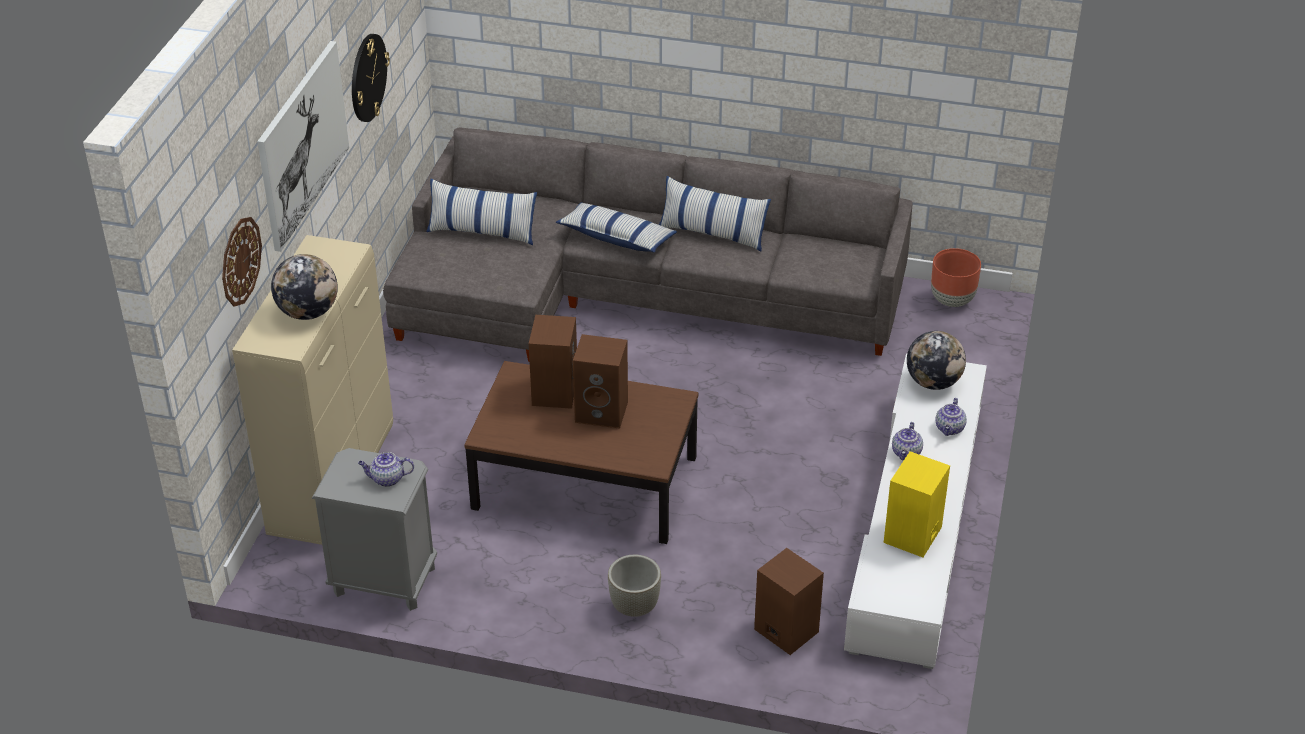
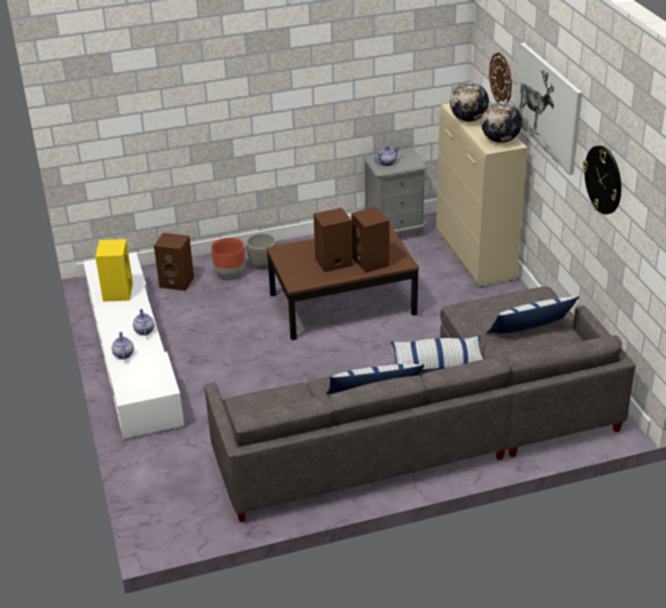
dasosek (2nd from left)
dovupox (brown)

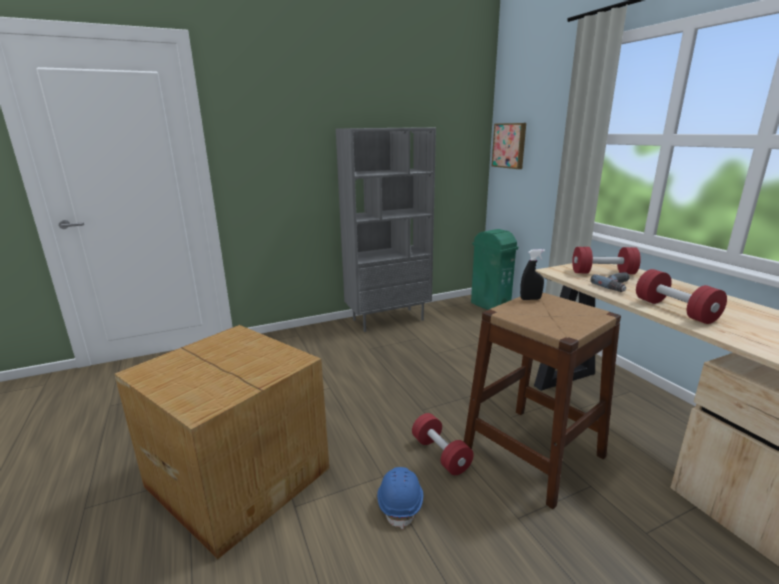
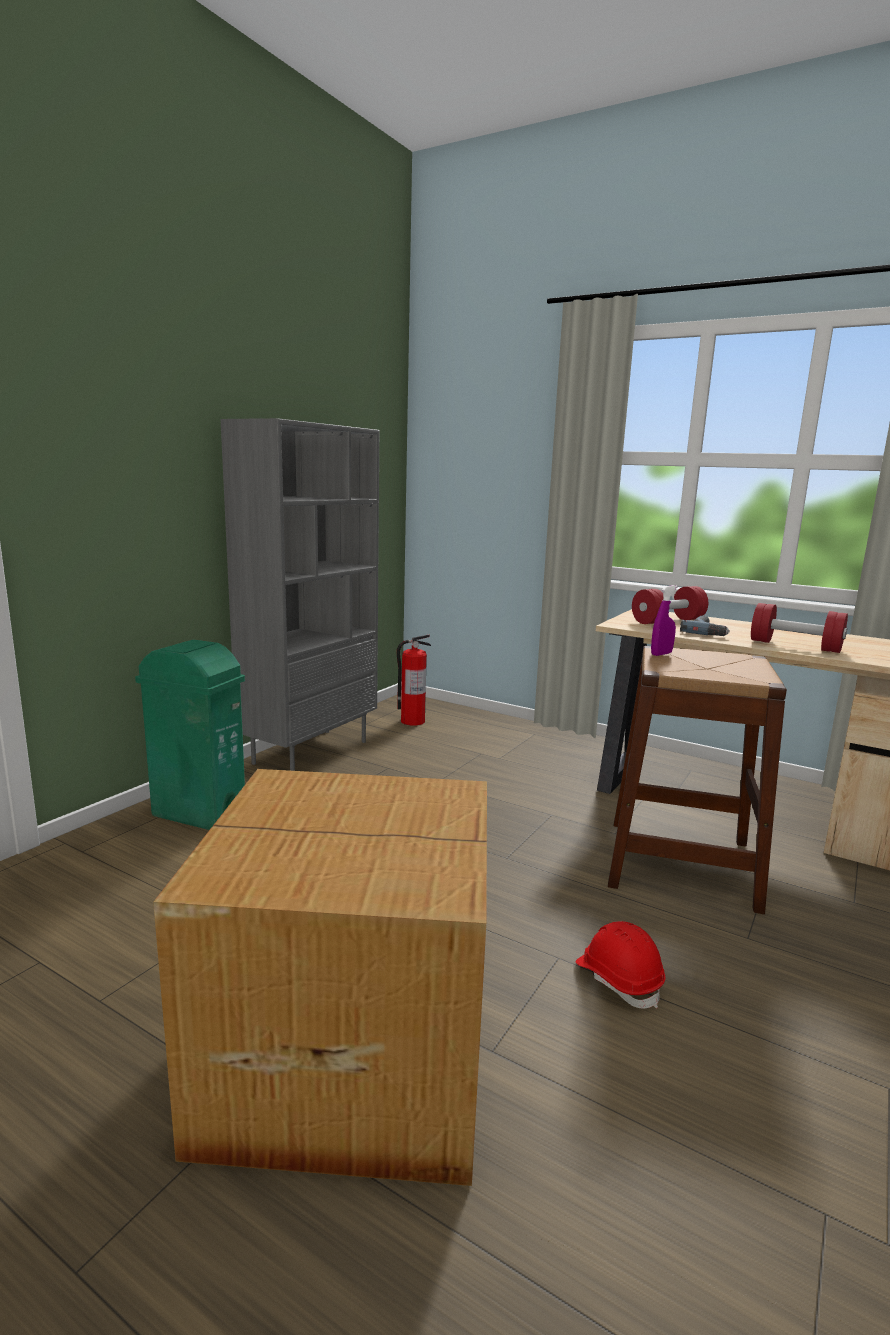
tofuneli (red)
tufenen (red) (1st from left in the first image)
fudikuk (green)
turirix
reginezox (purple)
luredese

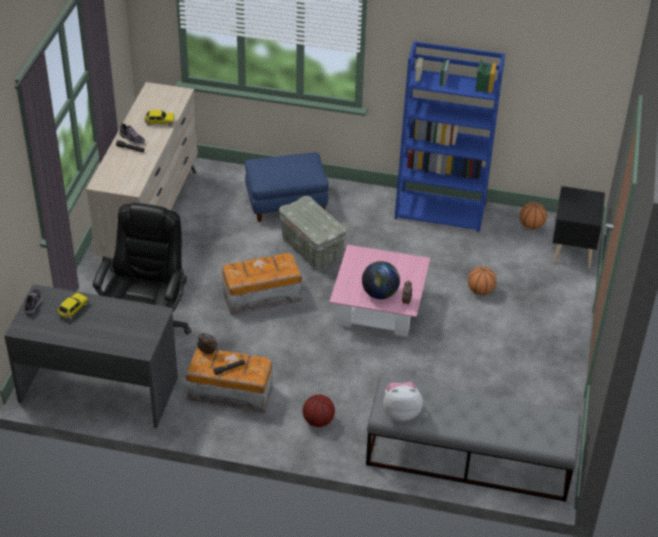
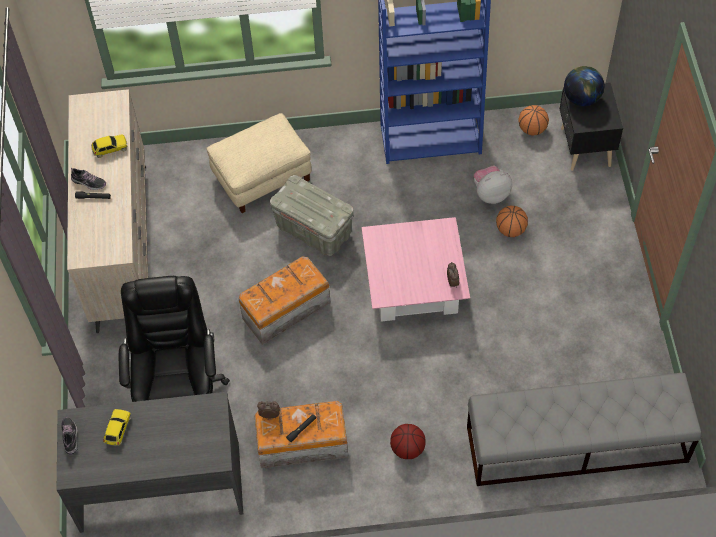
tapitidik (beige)
dasosek
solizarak

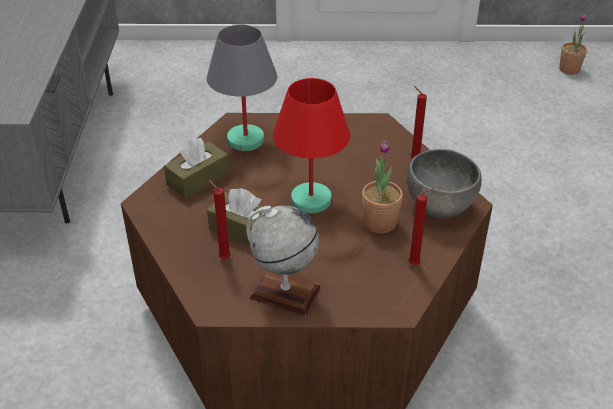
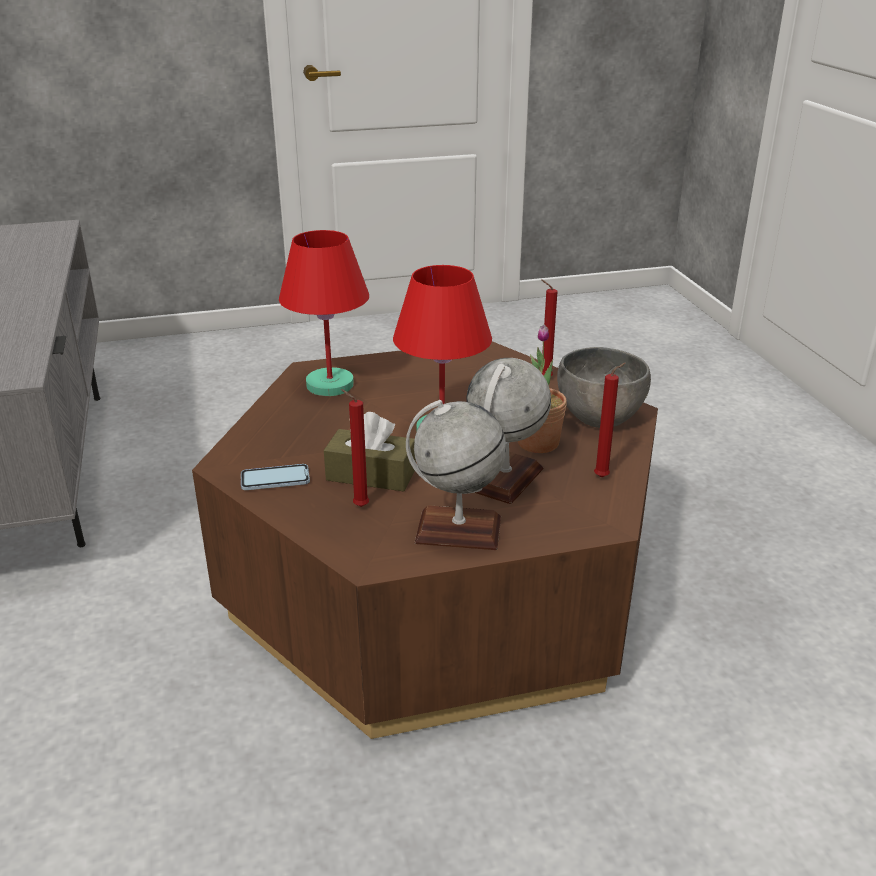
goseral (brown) (1st from left in the first image)
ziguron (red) (1st from left)
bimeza (2nd from left in the first image)
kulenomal
dasosek (2nd from left)

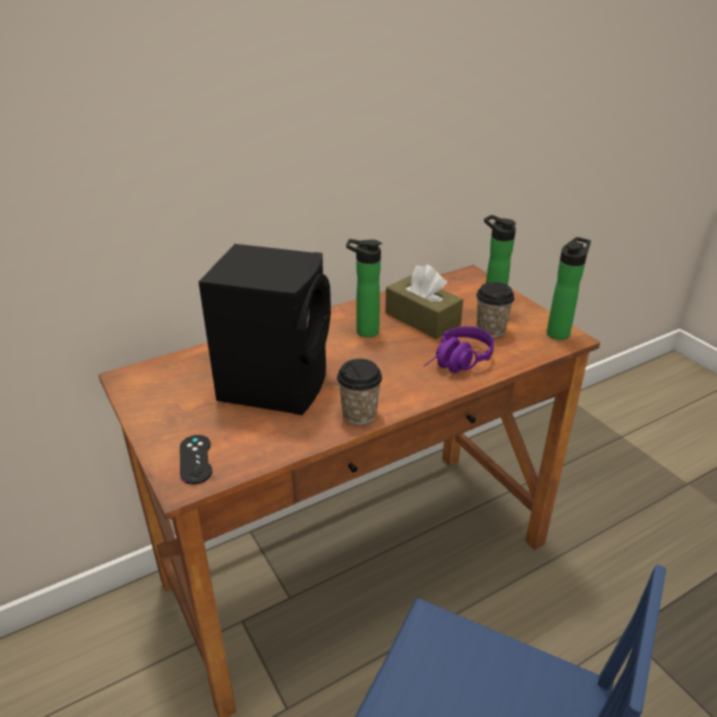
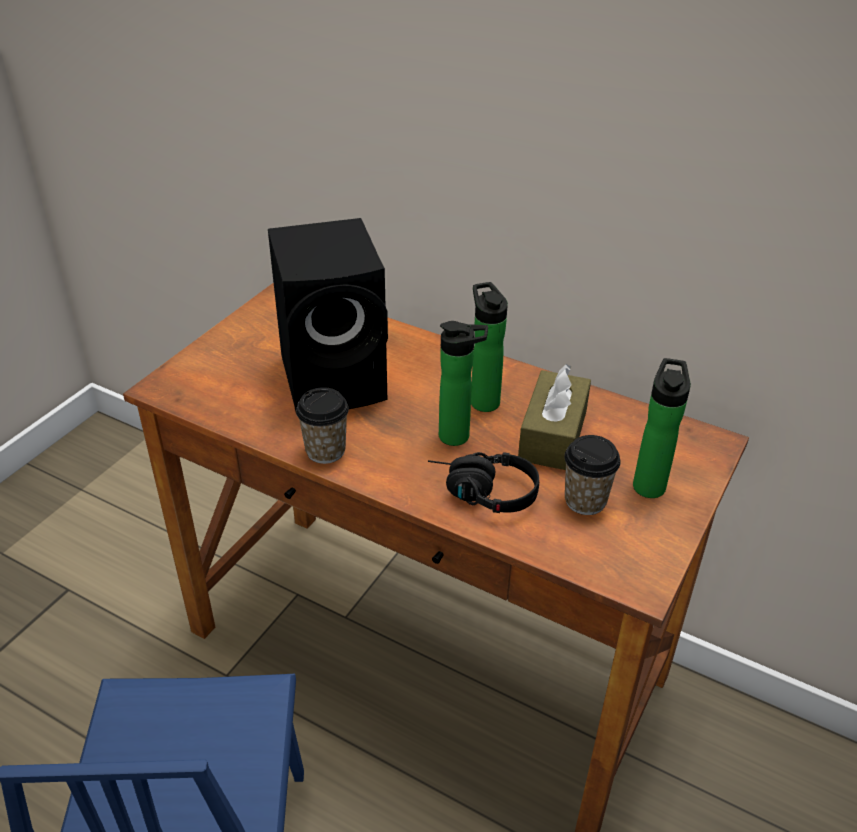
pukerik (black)
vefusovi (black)
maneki (1st from left)

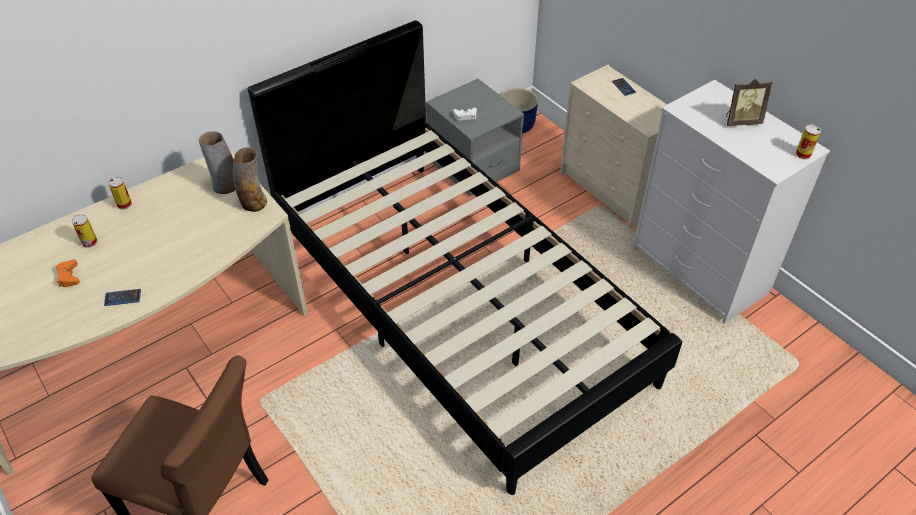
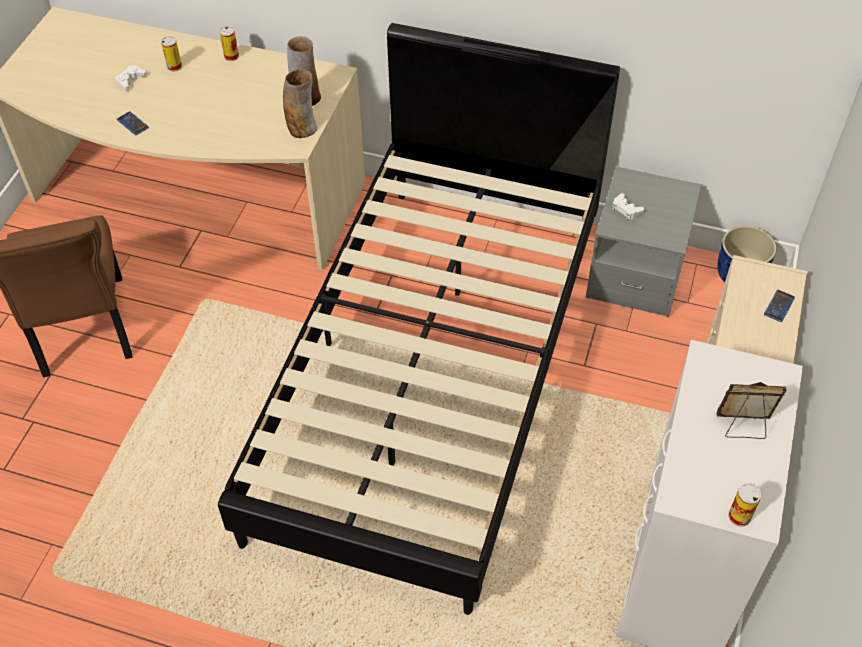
pukerik (white) (1st from left)
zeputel

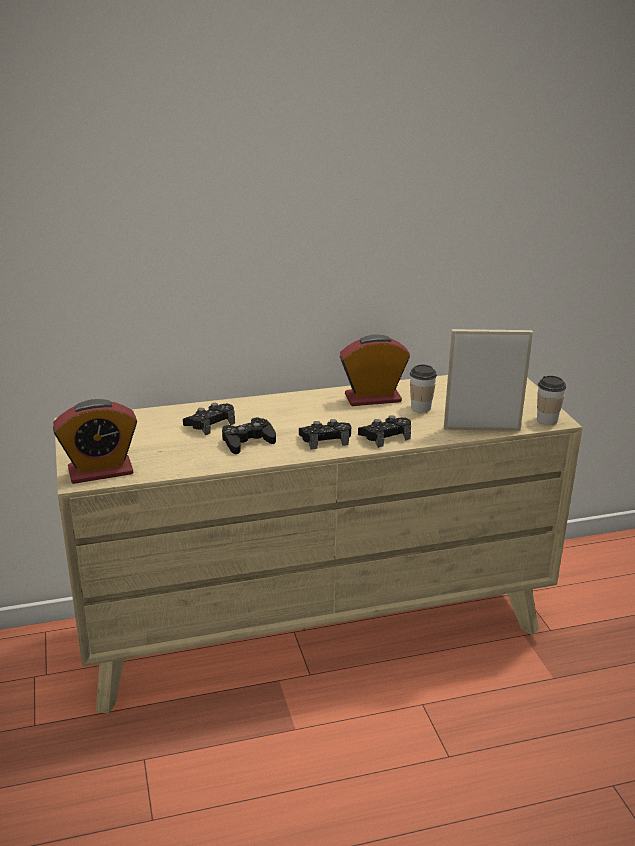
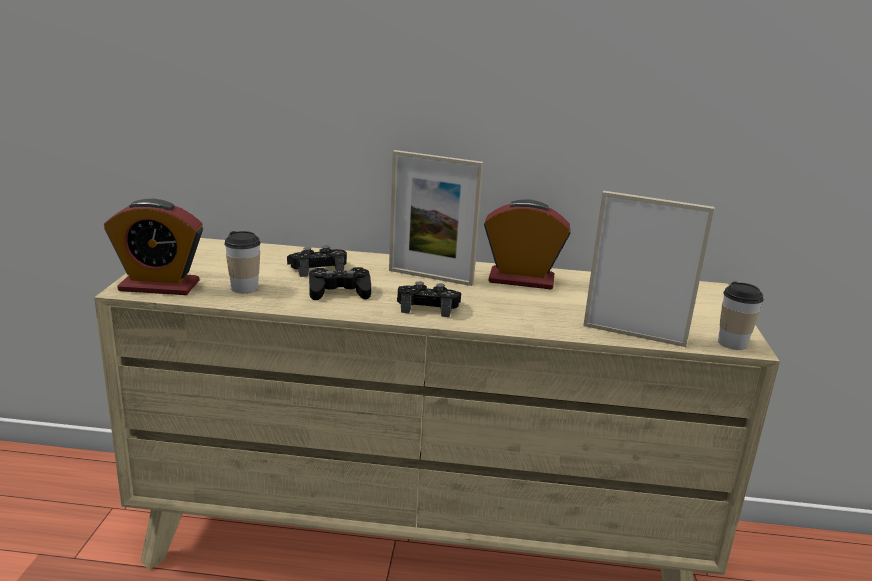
pukerik (black) (4th from left in the first image)
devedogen (1st from left)
zeputel (1st from left)

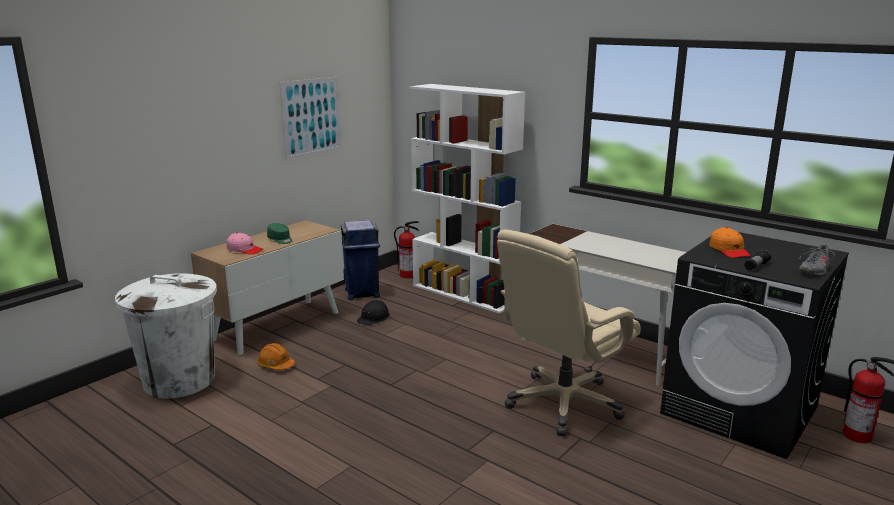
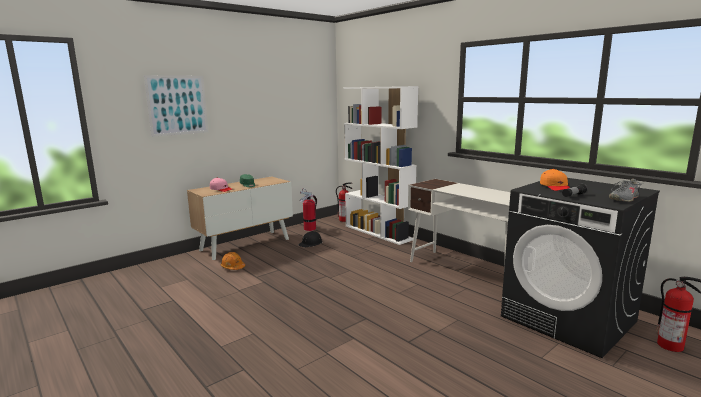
fudikuk (white)
turirix
luredese (1st from left)
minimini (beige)

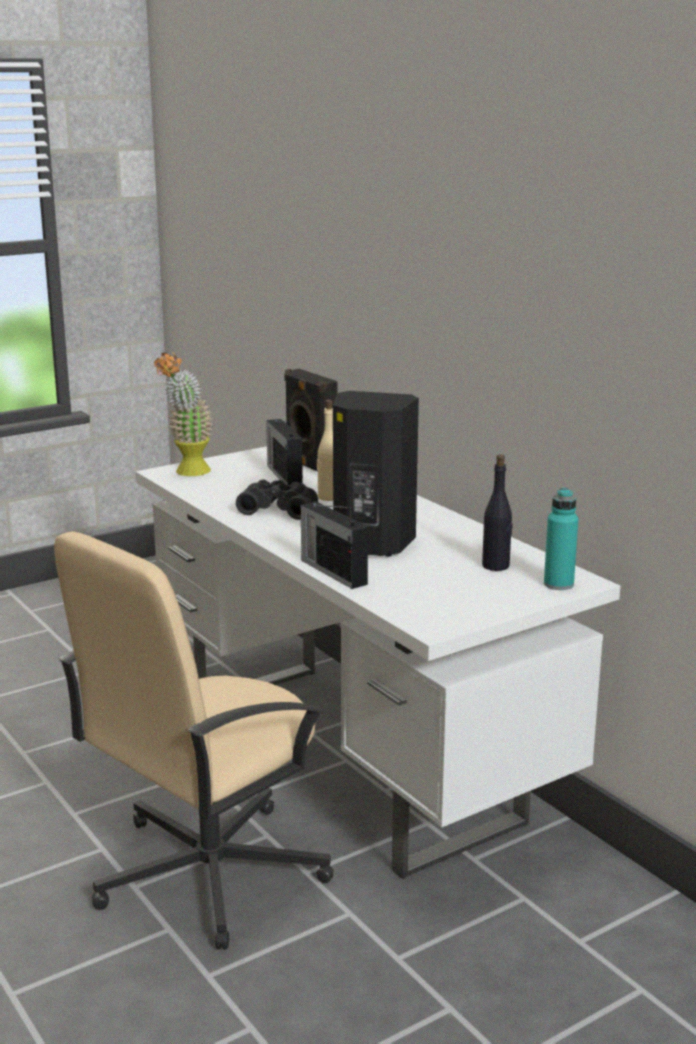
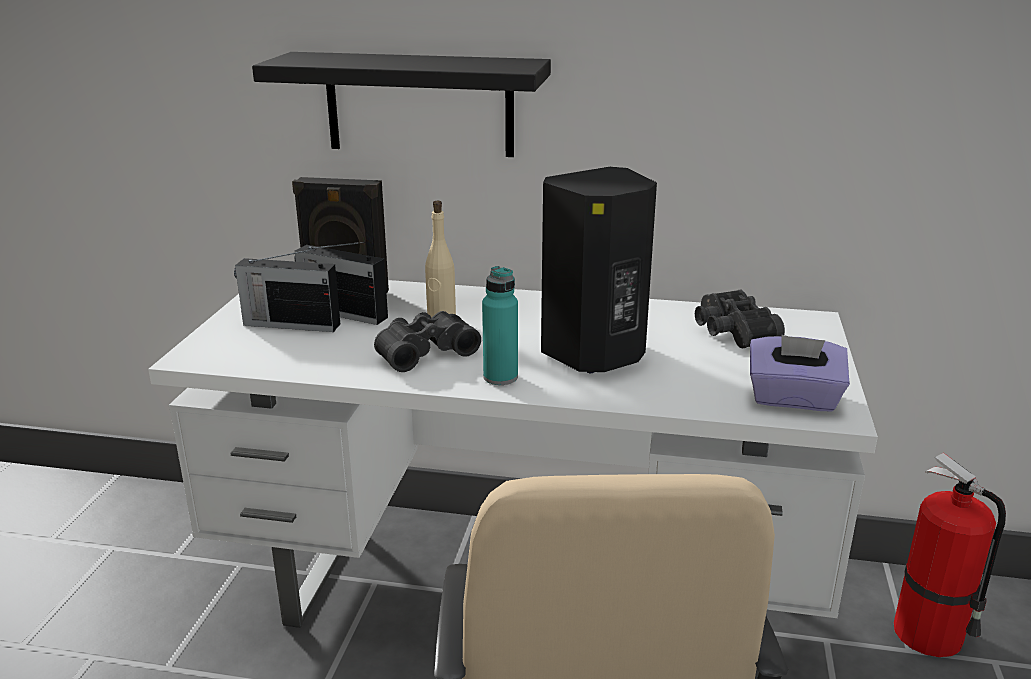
bimeza
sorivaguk (1st from left)
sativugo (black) (2nd from left)
maneki (turquoise)
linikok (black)
goseral (purple)
luredese

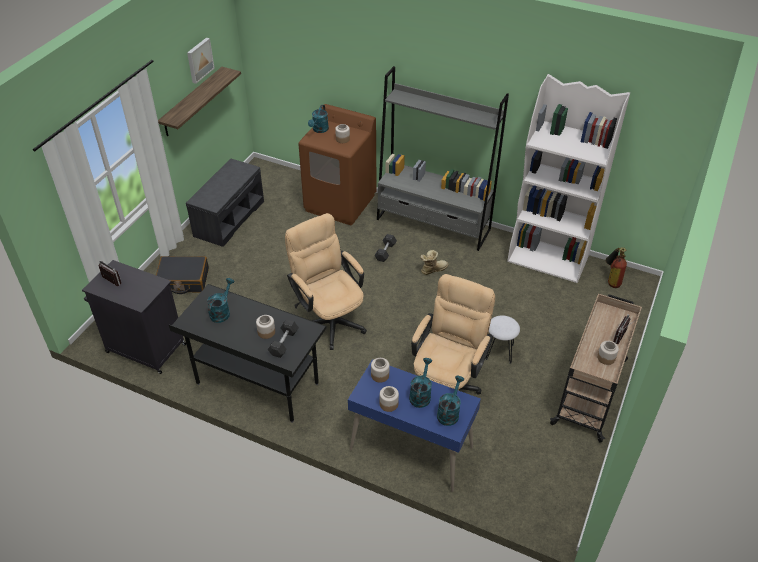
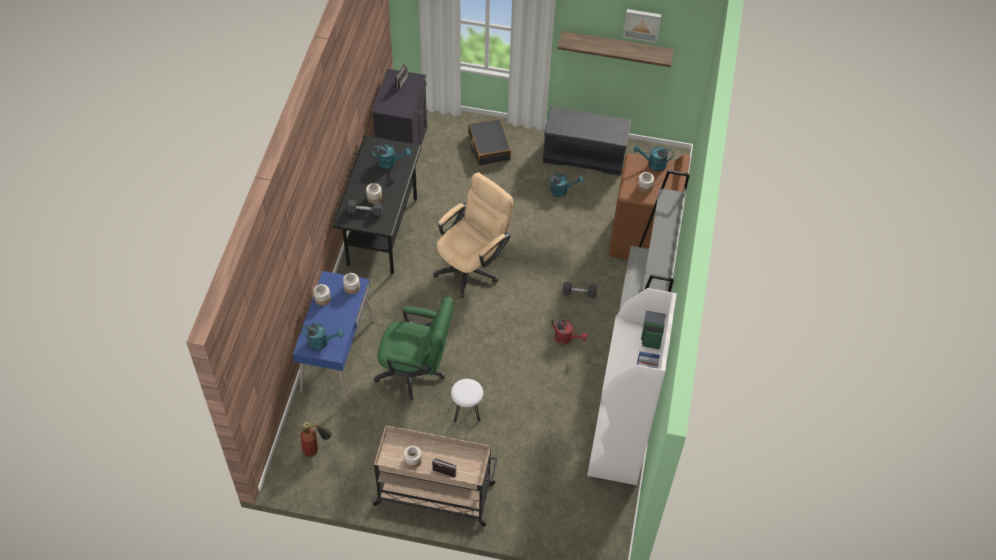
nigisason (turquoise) (3rd from left)
minimini (green)
nigisason (red)
luredese

